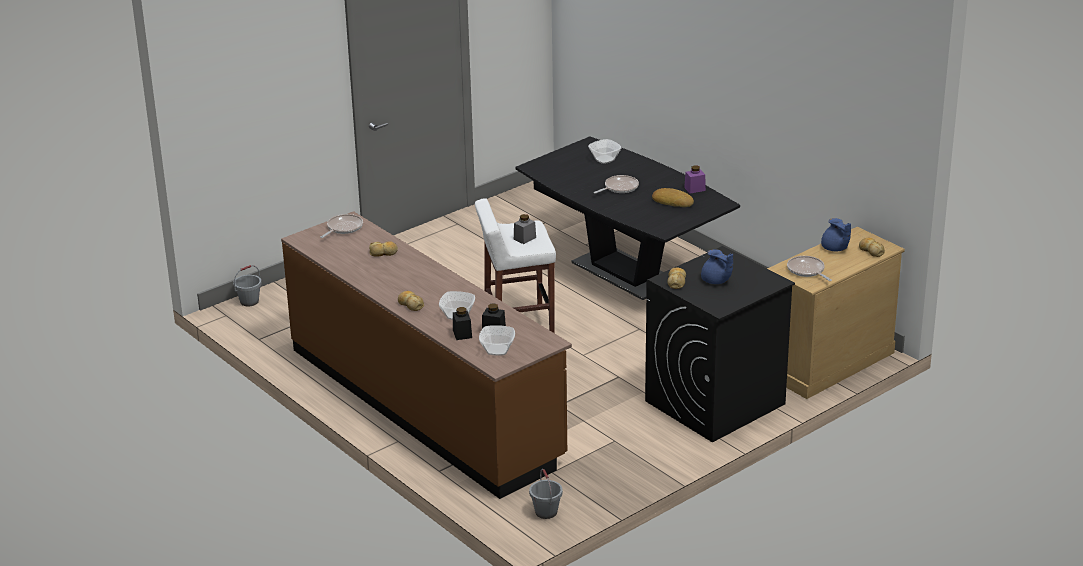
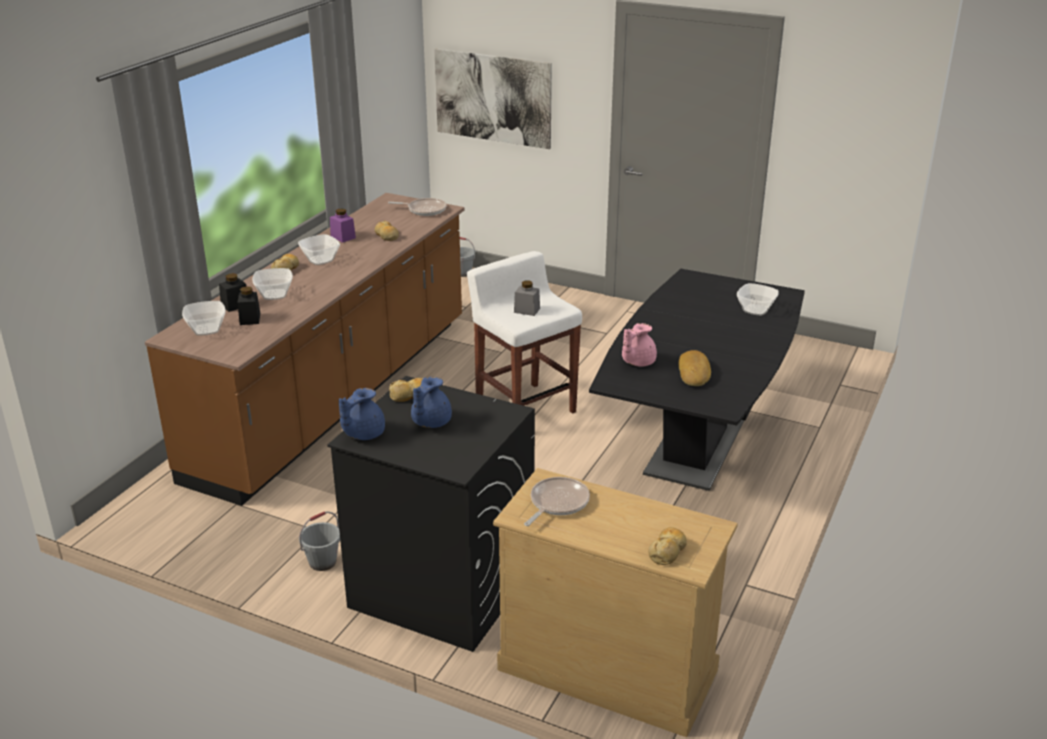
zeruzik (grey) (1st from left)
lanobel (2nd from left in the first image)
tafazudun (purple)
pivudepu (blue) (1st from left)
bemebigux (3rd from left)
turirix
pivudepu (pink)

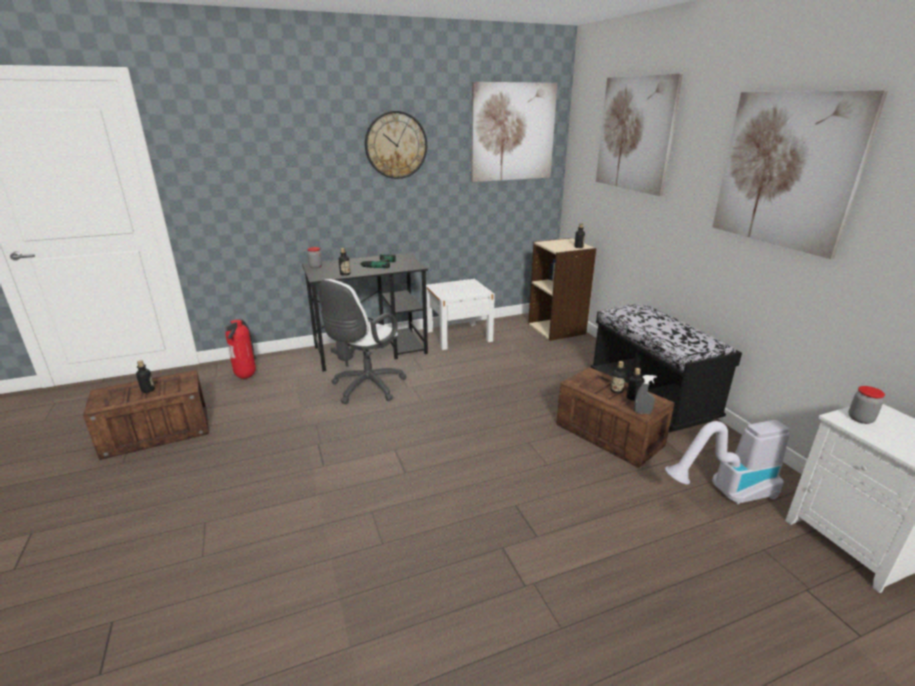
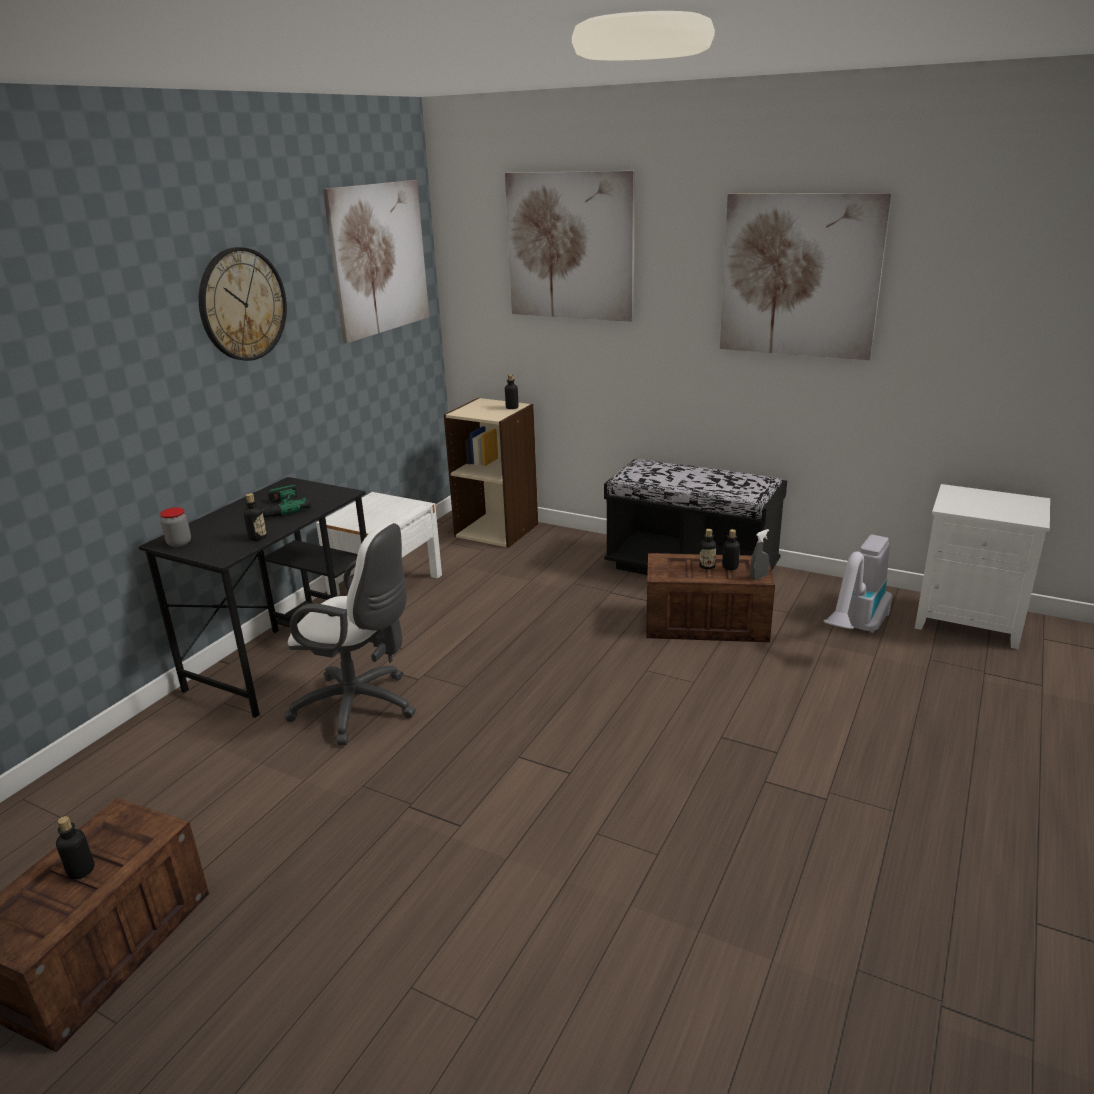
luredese
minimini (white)
tafazudun (2nd from left in the first image)

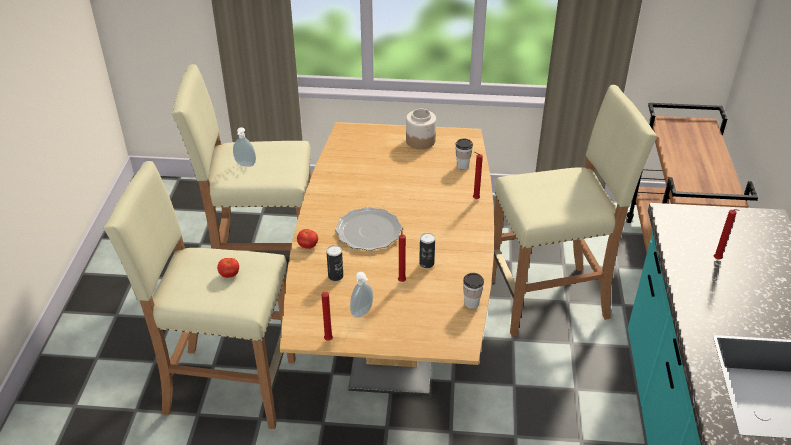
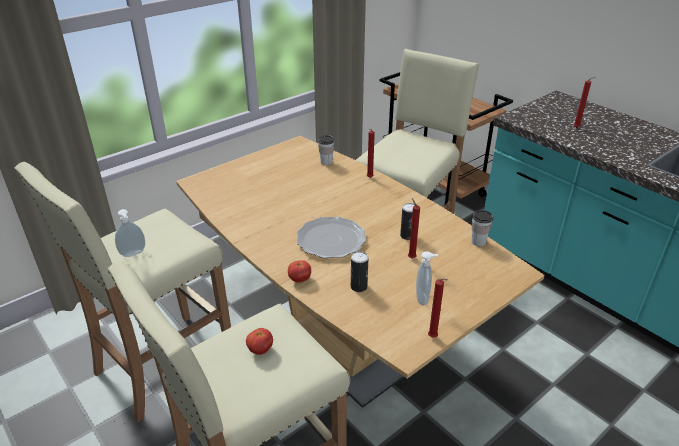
tafazudun

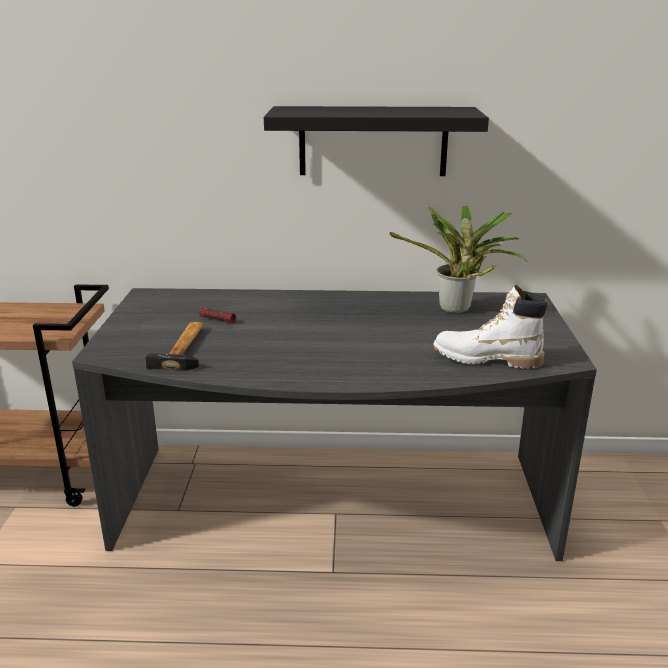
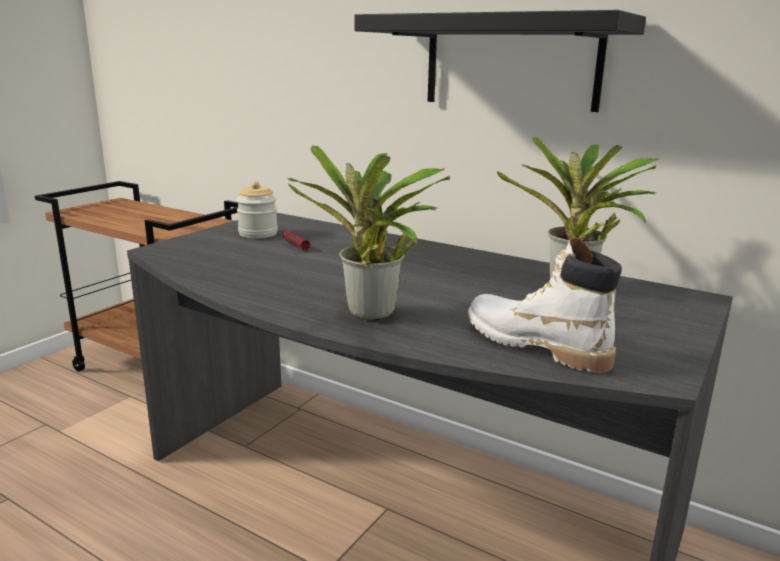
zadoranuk
tafazudun
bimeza (1st from left)

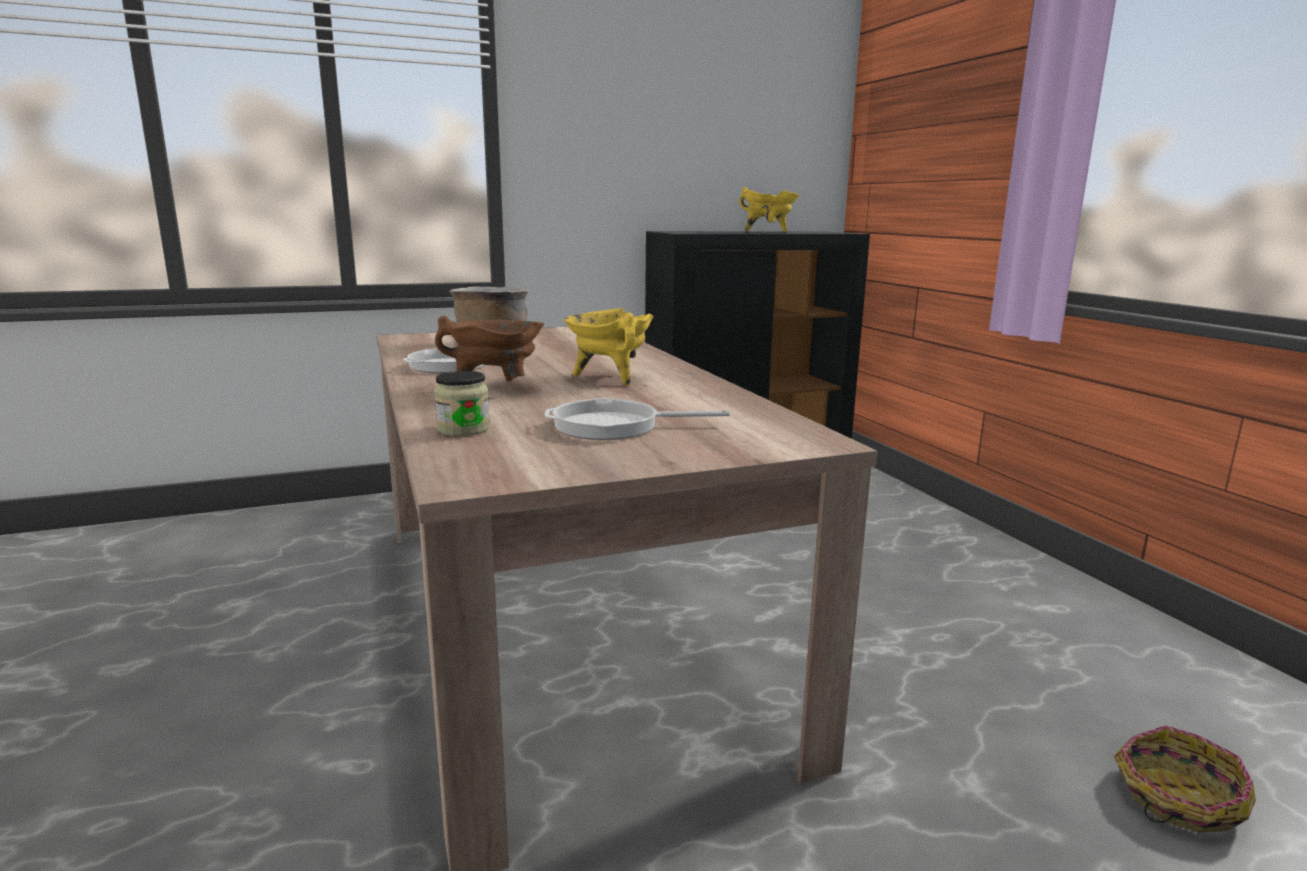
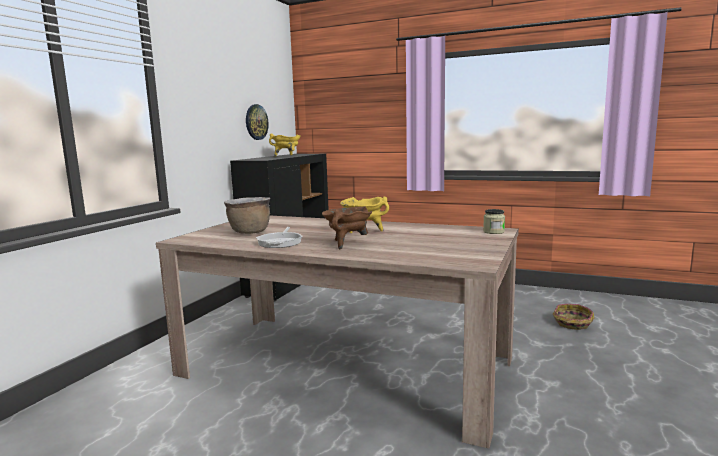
tafazudun
lanobel (2nd from left in the first image)
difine

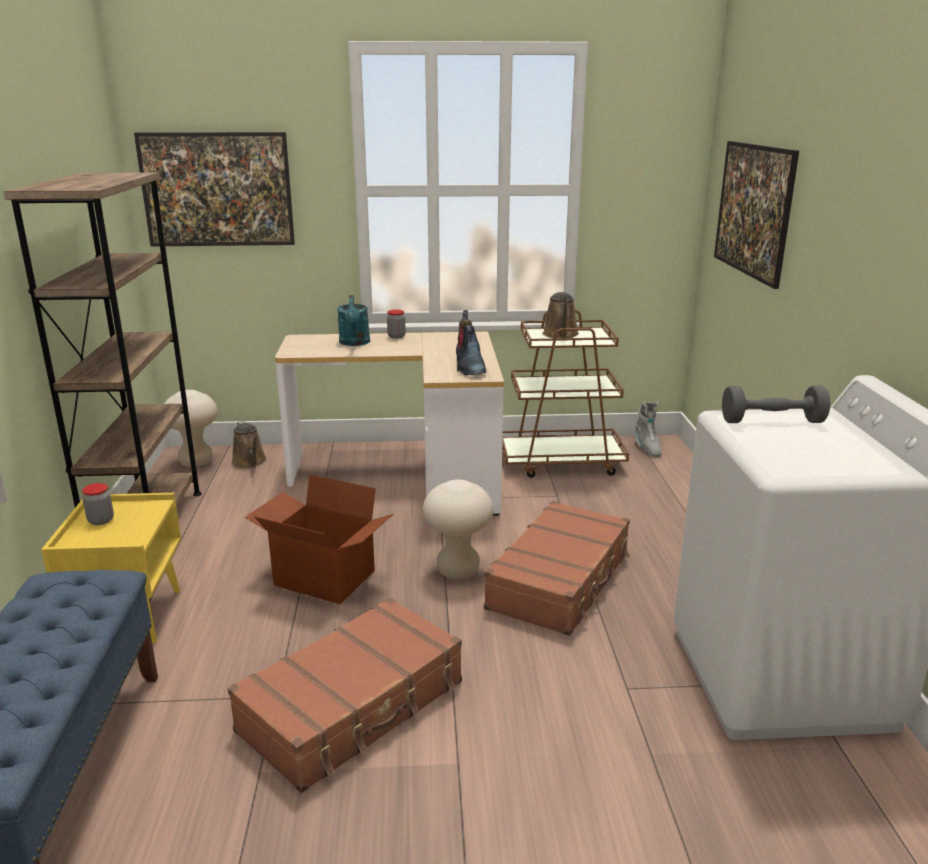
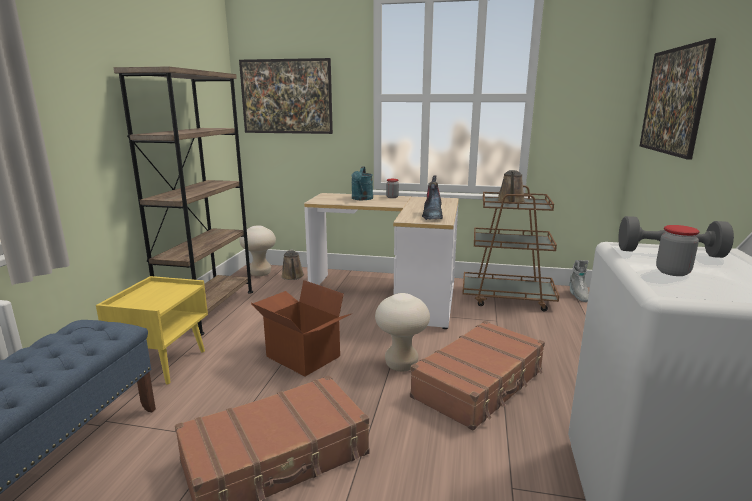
tafazudun (2nd from left)

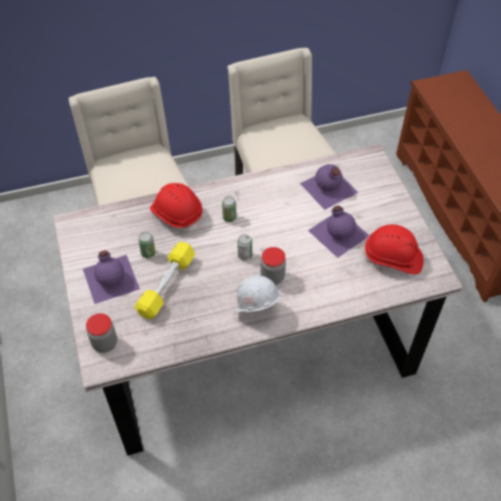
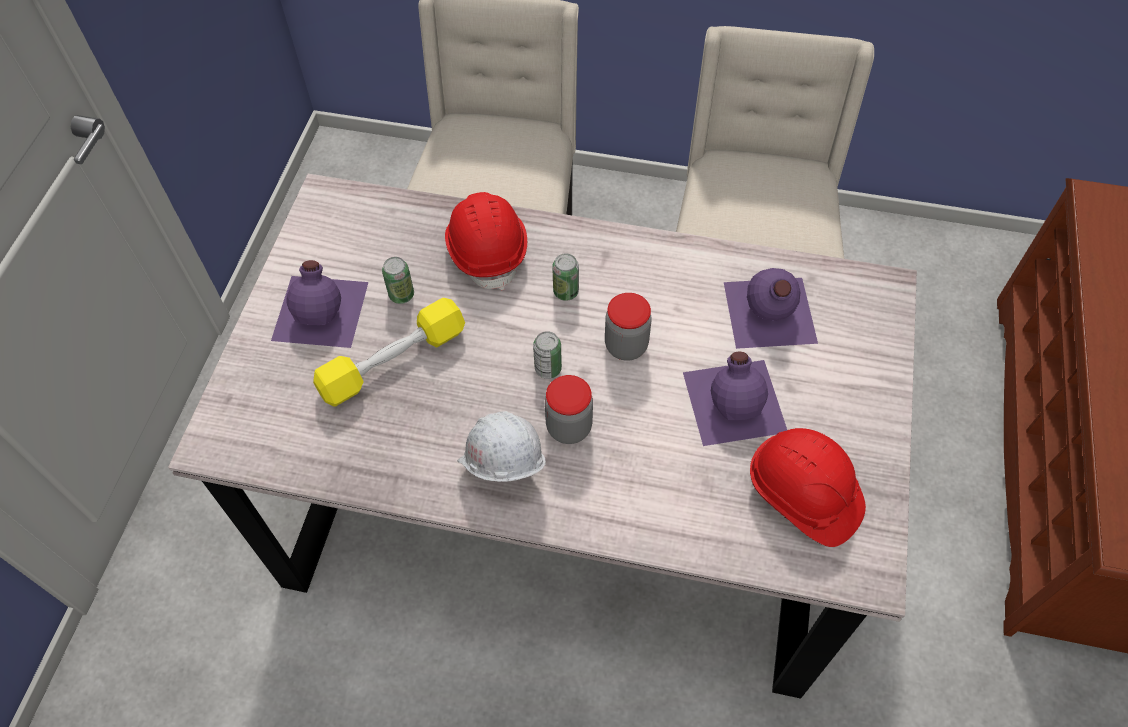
tafazudun (2nd from left)

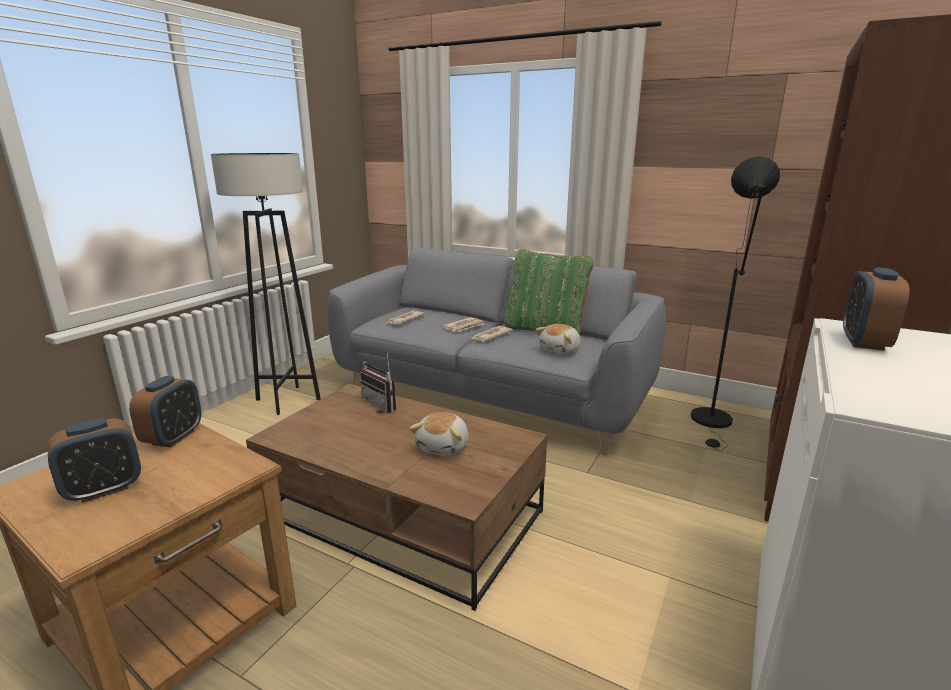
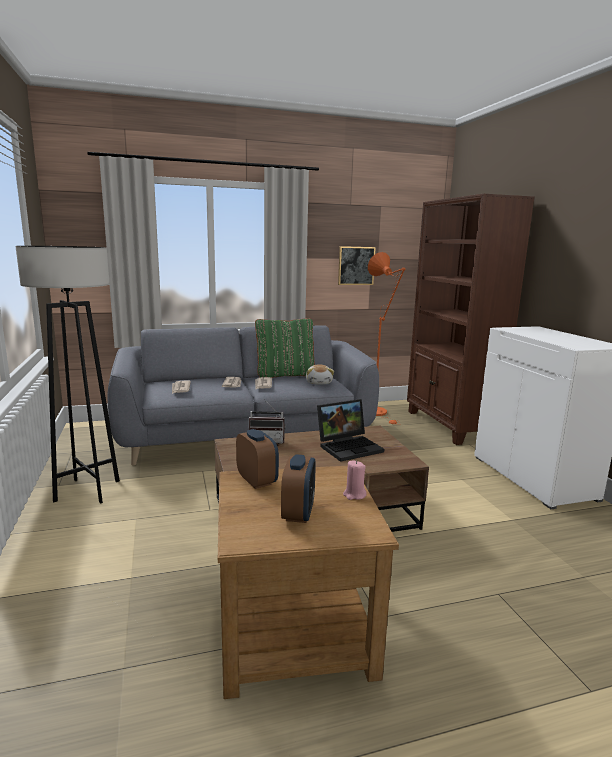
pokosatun
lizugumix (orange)
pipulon (3rd from left in the first image)
turirix
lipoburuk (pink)

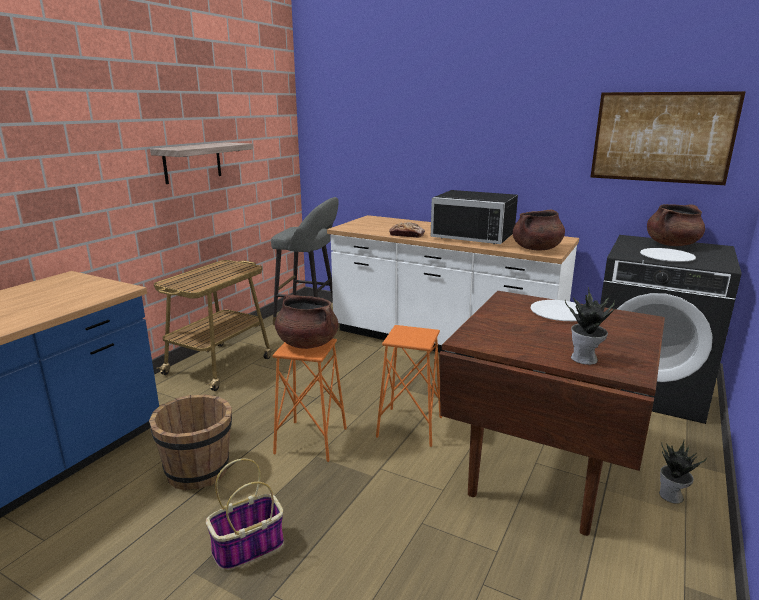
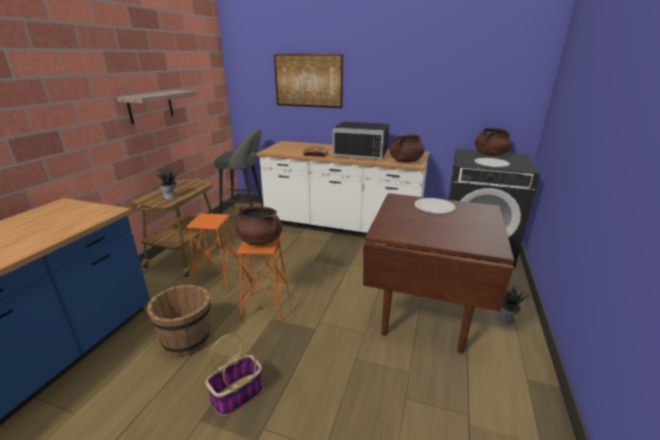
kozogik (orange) (1st from left)
bimeza (1st from left)
turirix

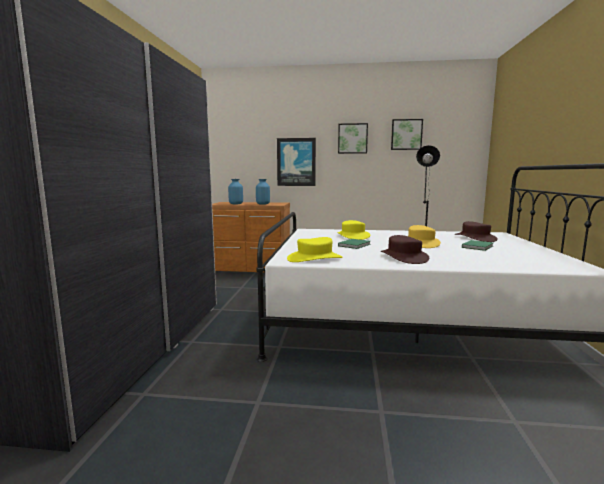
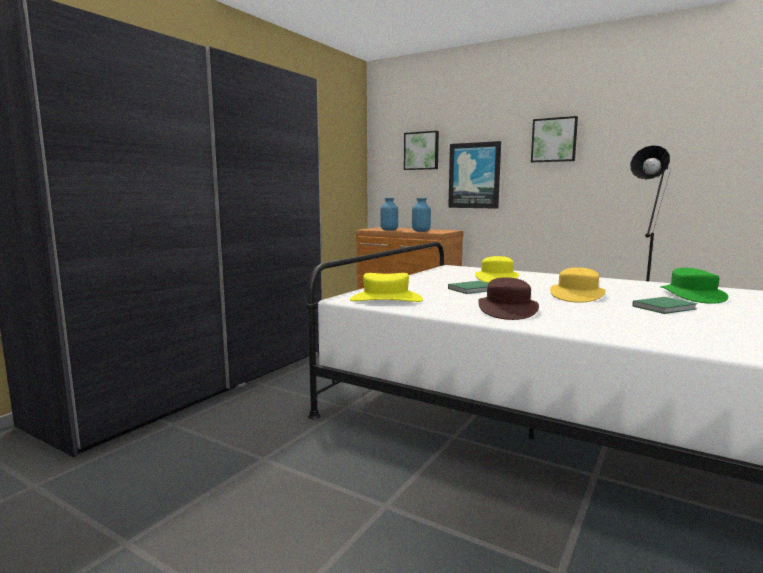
turirix (1st from left)
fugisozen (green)

